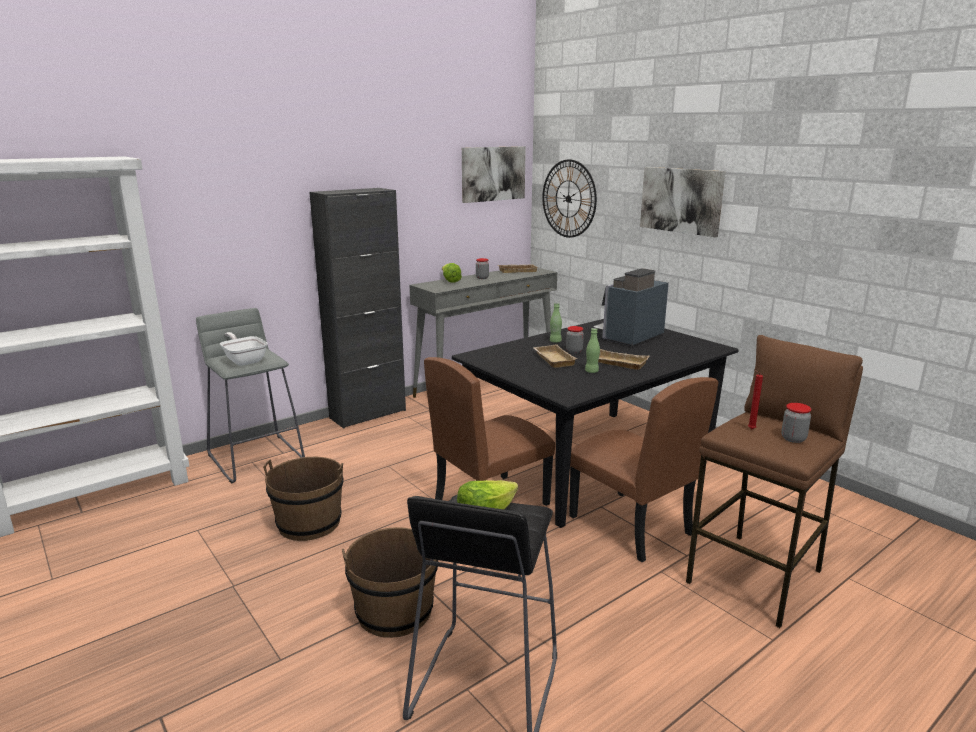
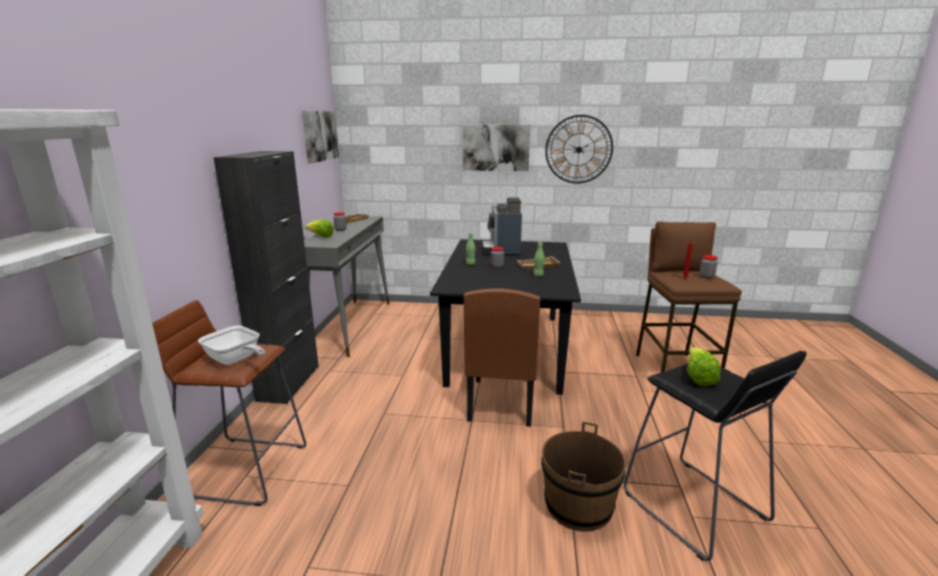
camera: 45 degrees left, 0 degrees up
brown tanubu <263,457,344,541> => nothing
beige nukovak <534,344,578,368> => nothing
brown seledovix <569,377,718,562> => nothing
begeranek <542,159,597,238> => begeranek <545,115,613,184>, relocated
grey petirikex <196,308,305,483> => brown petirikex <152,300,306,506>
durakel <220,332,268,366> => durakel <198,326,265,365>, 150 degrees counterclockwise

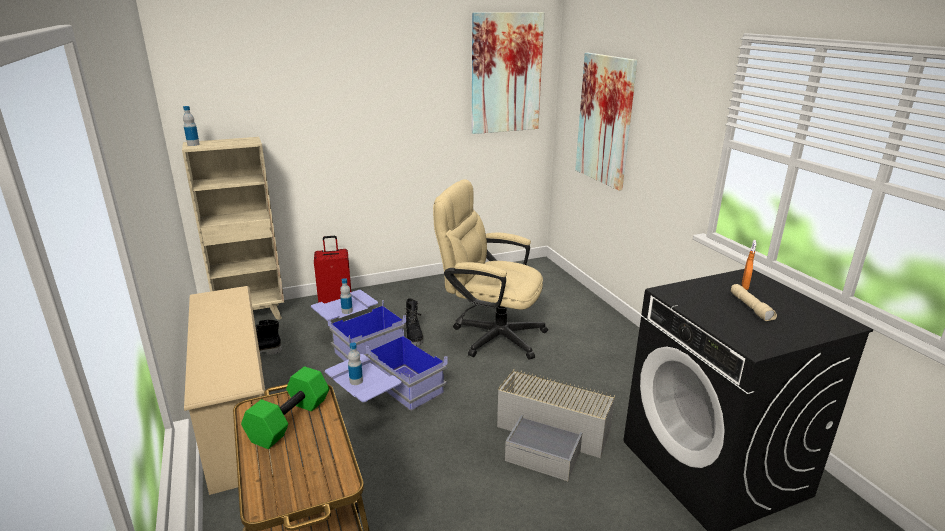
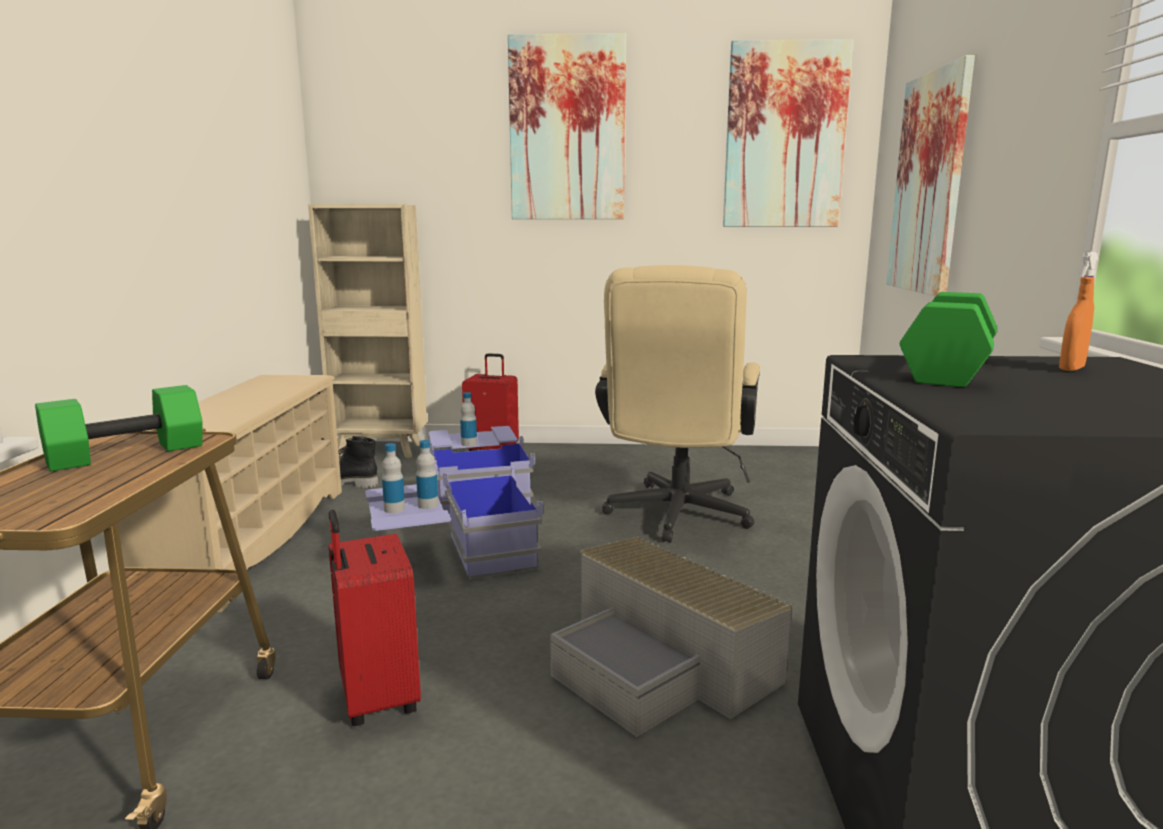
camera: 25 degrees right, 10 degrees down
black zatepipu <405,298,423,346> => nothing
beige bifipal <731,284,777,321> => nothing
nothing => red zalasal <328,509,421,726>
nothing => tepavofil <508,33,626,219>
nothing => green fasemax <900,292,997,387>
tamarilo <183,106,200,146> => tamarilo <416,440,438,509>, relocated
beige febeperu <433,179,548,360> => beige febeperu <595,265,760,542>, 120 degrees counterclockwise

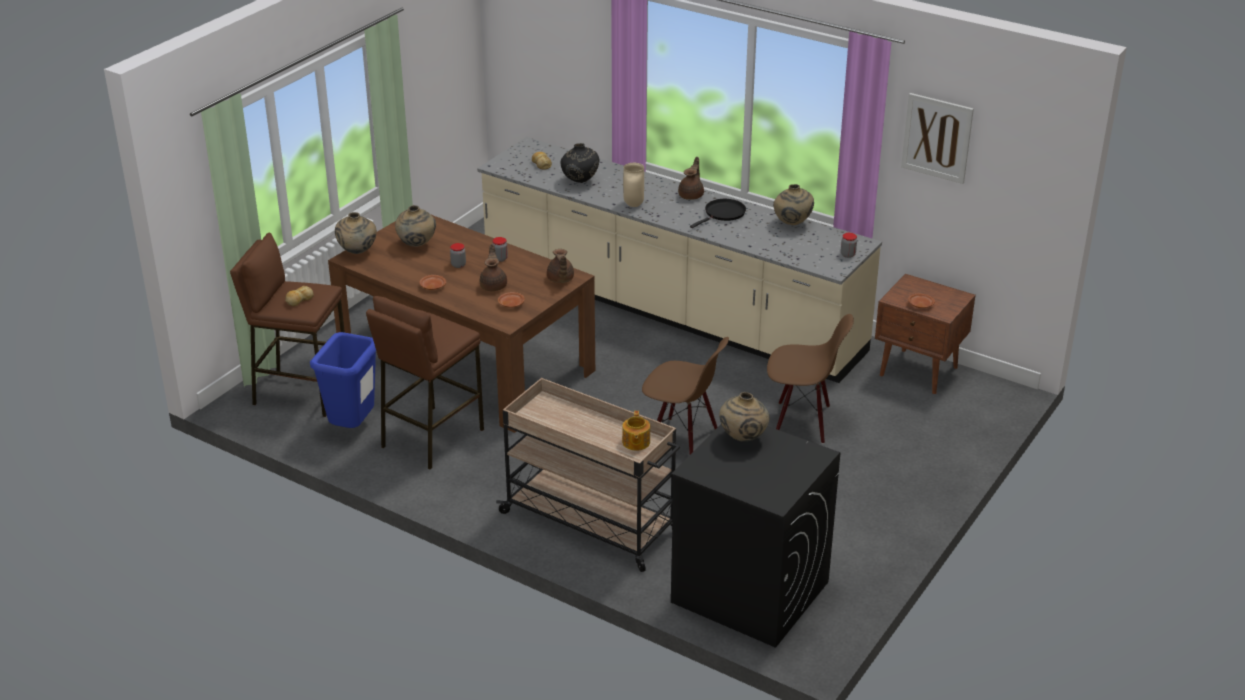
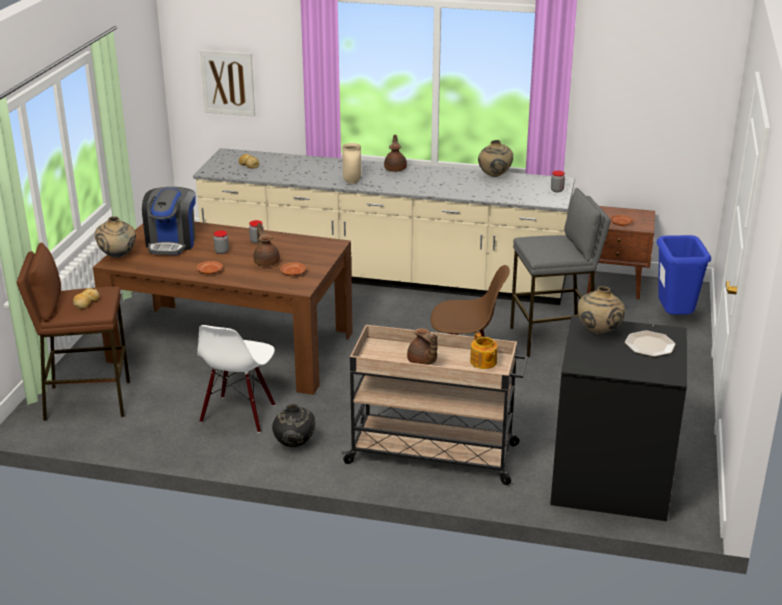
camera: 20 degrees left, 5 degrees down
black durakel <690,199,746,228> => nothing
nothing => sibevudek <625,331,676,357>
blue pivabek <310,332,376,428> => blue pivabek <657,235,711,315>, relocated
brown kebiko <547,249,574,283> => brown kebiko <407,328,437,365>, relocated
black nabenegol <561,143,599,183> => black nabenegol <272,404,315,447>, relocated
tepavofil <901,93,974,184> => tepavofil <200,50,255,116>, relocated
brown petirikex <366,296,484,469> => white seledovix <197,325,276,433>
beige nabenegol <395,205,436,247> => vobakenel <142,187,195,255>
brown seledovix <767,314,854,444> => grey petirikex <510,188,611,357>

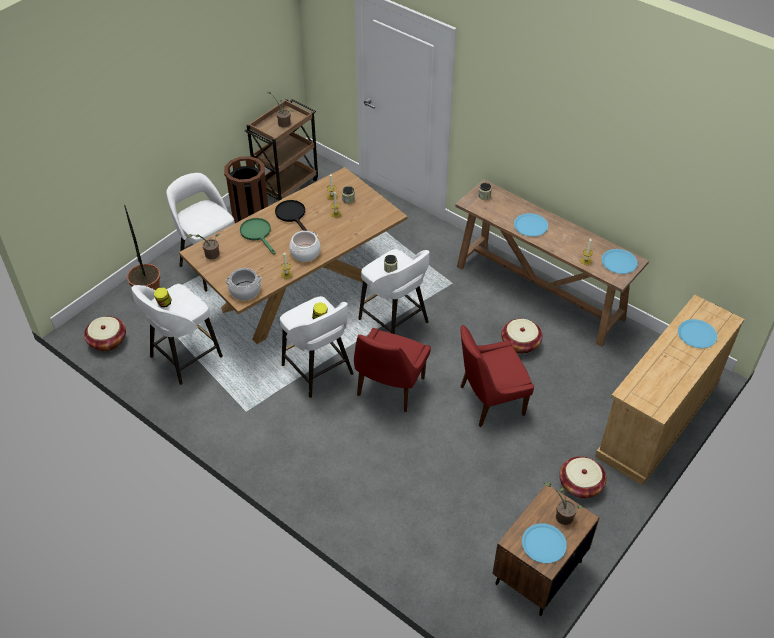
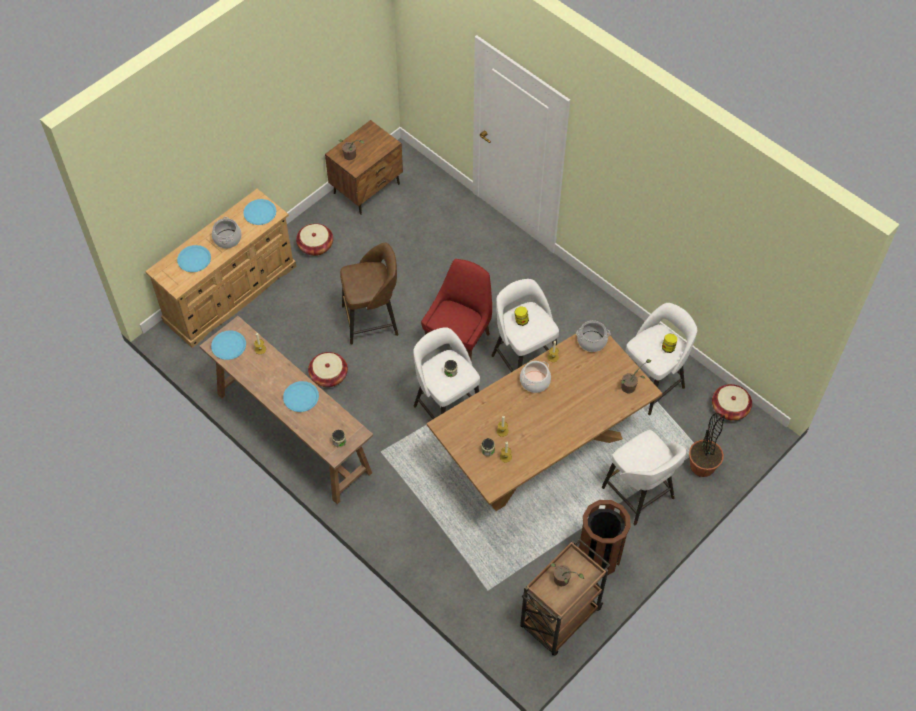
camera: 175 degrees left, 10 degrees up
green durakel <240,218,276,254> => nothing
black durakel <275,200,307,231> => nothing
nothing => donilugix <212,217,242,249>
blue sibevudek <522,523,567,563> => blue sibevudek <243,199,276,225>, relocated
red seledovix <461,325,534,427> => brown petirikex <340,243,398,345>

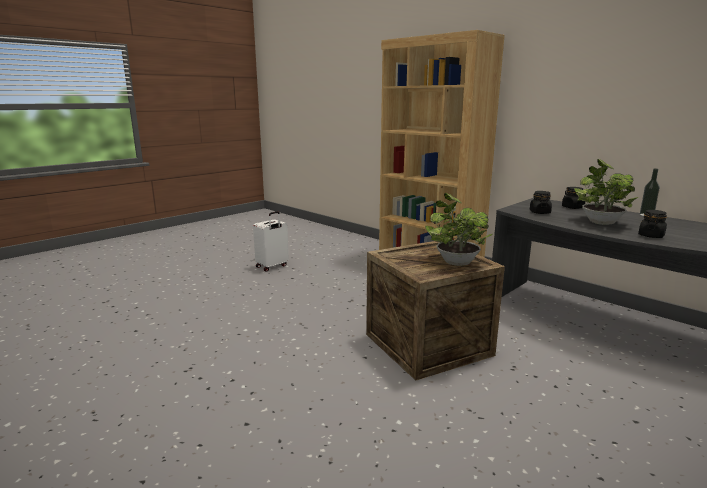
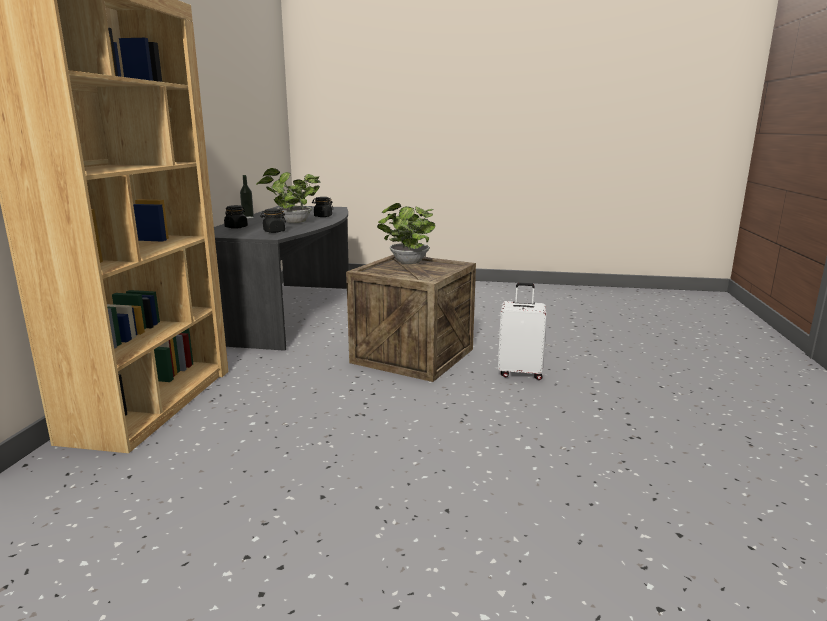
camera: 125 degrees left, 0 degrees up
white zalasal <253,211,289,272> => white zalasal <498,283,546,380>, relocated

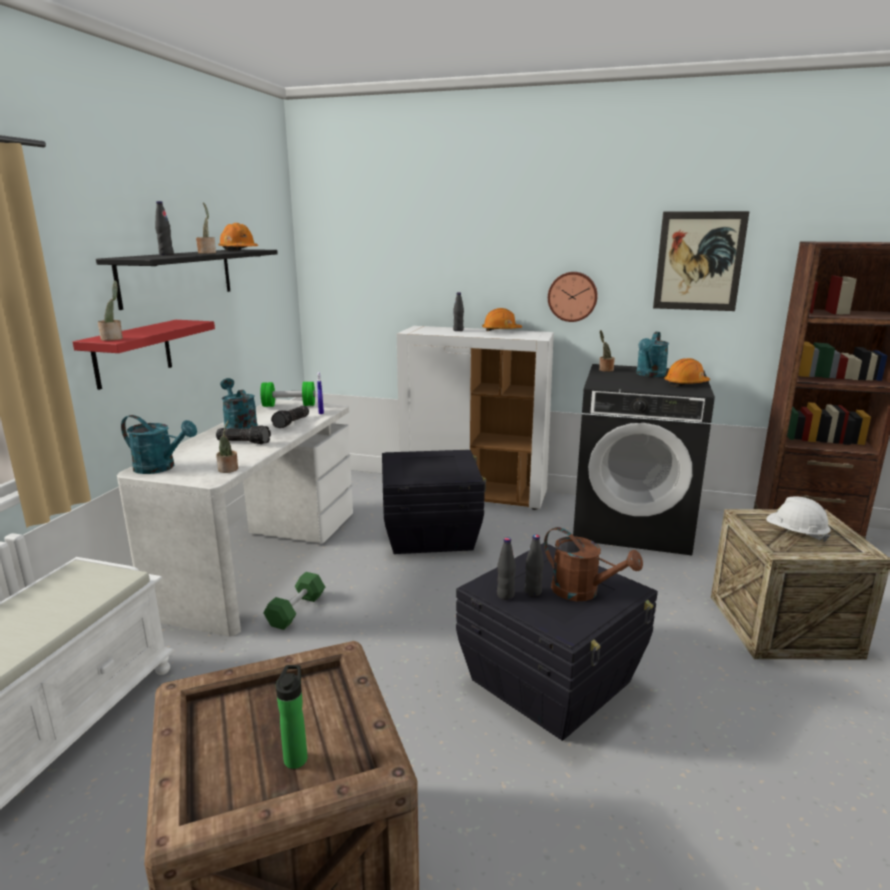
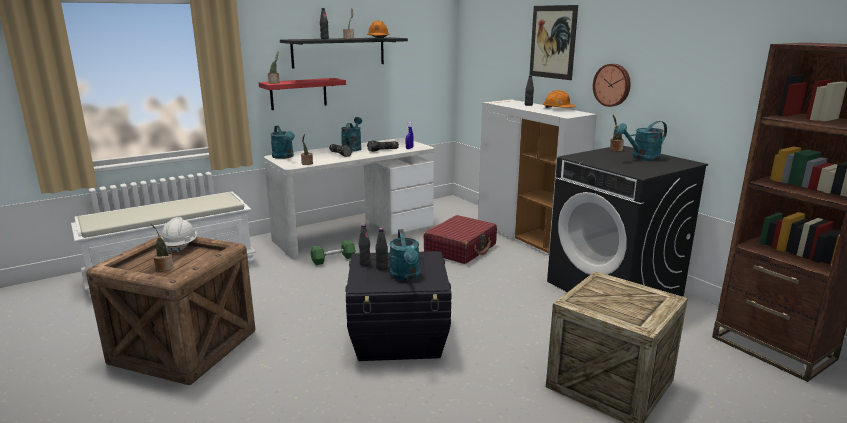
camera: 40 degrees right, 0 degrees up
green fasemax <261,382,315,407> => nothing
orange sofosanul <664,358,710,386> => nothing
tepavofil <653,211,750,311> => tepavofil <529,5,578,80>, relocated
white sofosanul <766,496,831,542> => white sofosanul <161,217,197,254>, relocated
tamarilo <276,665,307,769> => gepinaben <151,224,174,272>
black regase <382,450,487,554> => red zalasal <424,215,497,264>
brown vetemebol <544,527,643,601> => turquoise vetemebol <389,229,420,281>

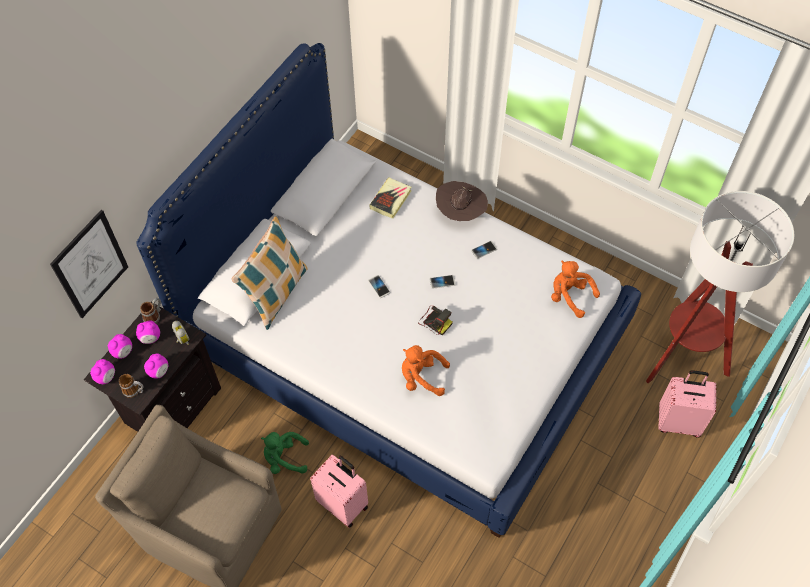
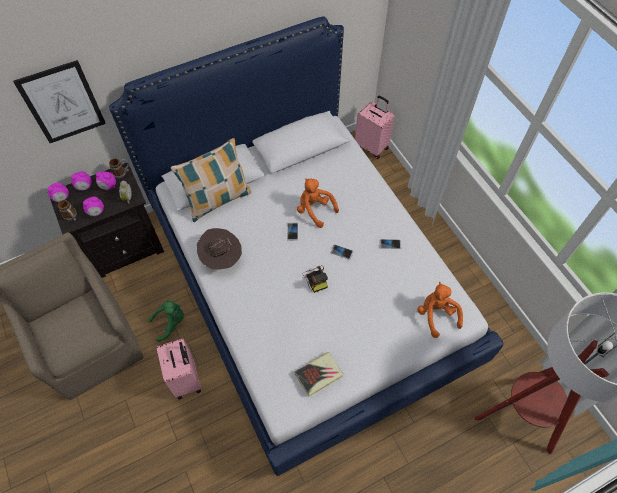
camera: 30 degrees right, 0 degrees up
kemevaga <369,178,412,219> => kemevaga <294,352,344,396>, relocated
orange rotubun <402,345,450,396> => orange rotubun <297,178,339,228>, relocated
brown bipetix <436,181,488,221> => brown bipetix <197,228,242,269>, relocated
pink zalasal <658,370,716,438> => pink zalasal <355,96,395,159>, relocated
green rotubun <261,432,309,474> => green rotubun <148,300,184,342>, 120 degrees clockwise

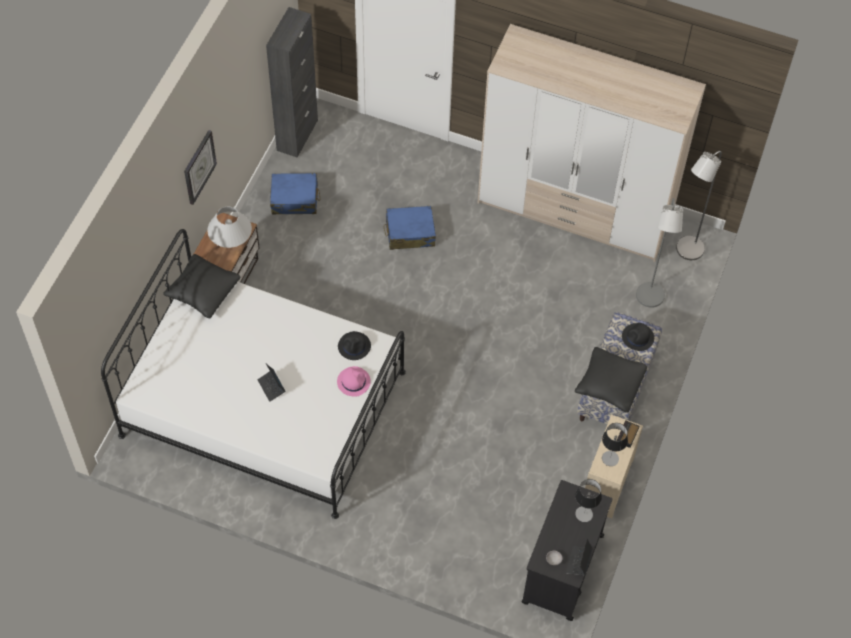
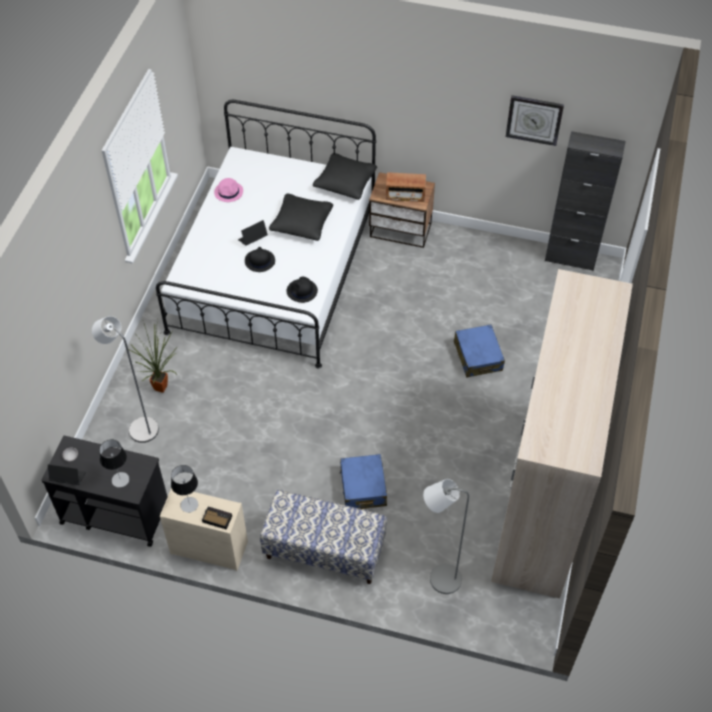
camera: 85 degrees right, 5 degrees down
nothing => gepinaben <128,320,177,393>
begeranek <184,130,217,205> => begeranek <506,95,564,146>, relocated
blue zalasal <270,173,320,214> => blue zalasal <339,454,387,509>, relocated
pink bipetix <337,366,371,397> => pink bipetix <214,178,243,202>, relocated
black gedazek <575,347,647,412> => black gedazek <269,194,333,241>, relocated
black bipetix <622,323,654,351> => black bipetix <245,247,275,272>, relocated
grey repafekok <676,151,722,260> => grey repafekok <92,316,159,443>, relocated
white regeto <208,206,252,248> => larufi <386,172,426,202>

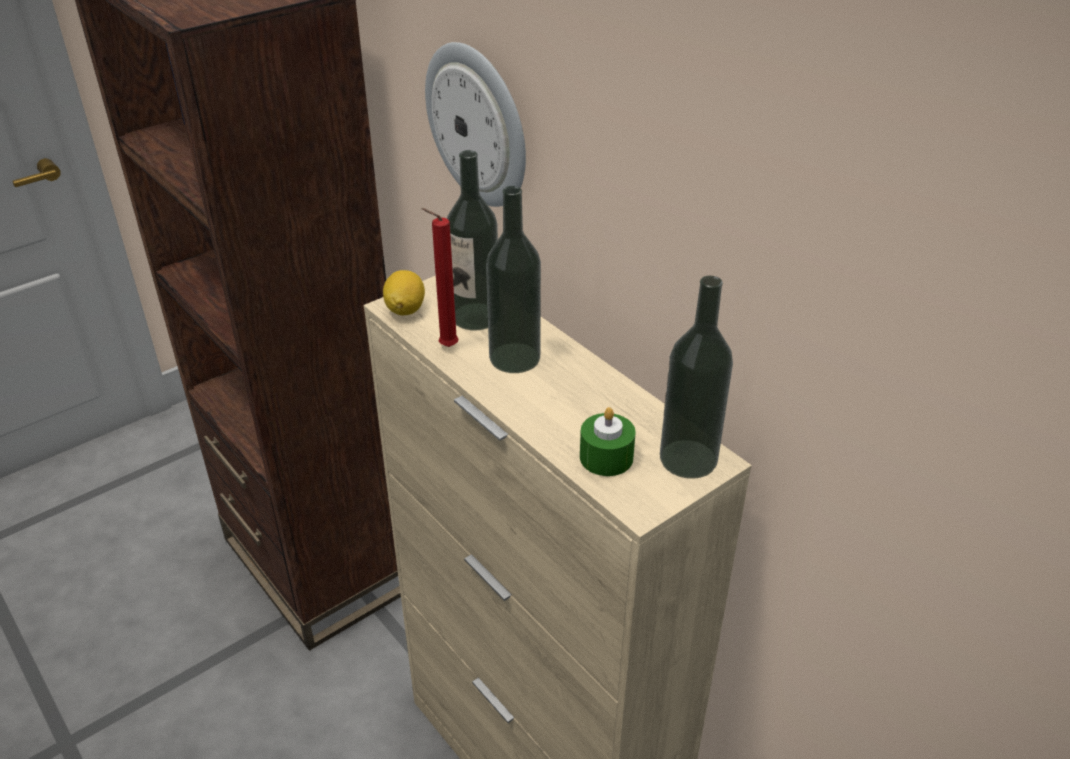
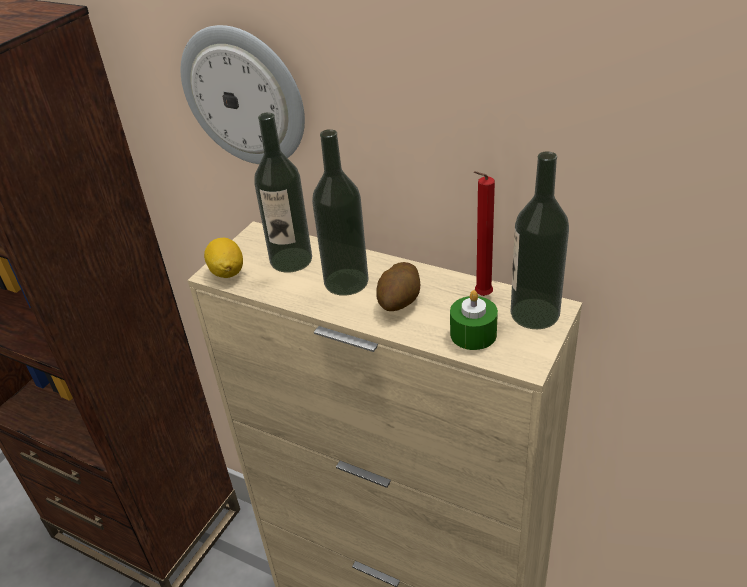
camera: 20 degrees left, 0 degrees up
nothing => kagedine <376,262,420,311>
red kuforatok <421,208,458,347> => red kuforatok <474,171,495,296>, relocated

